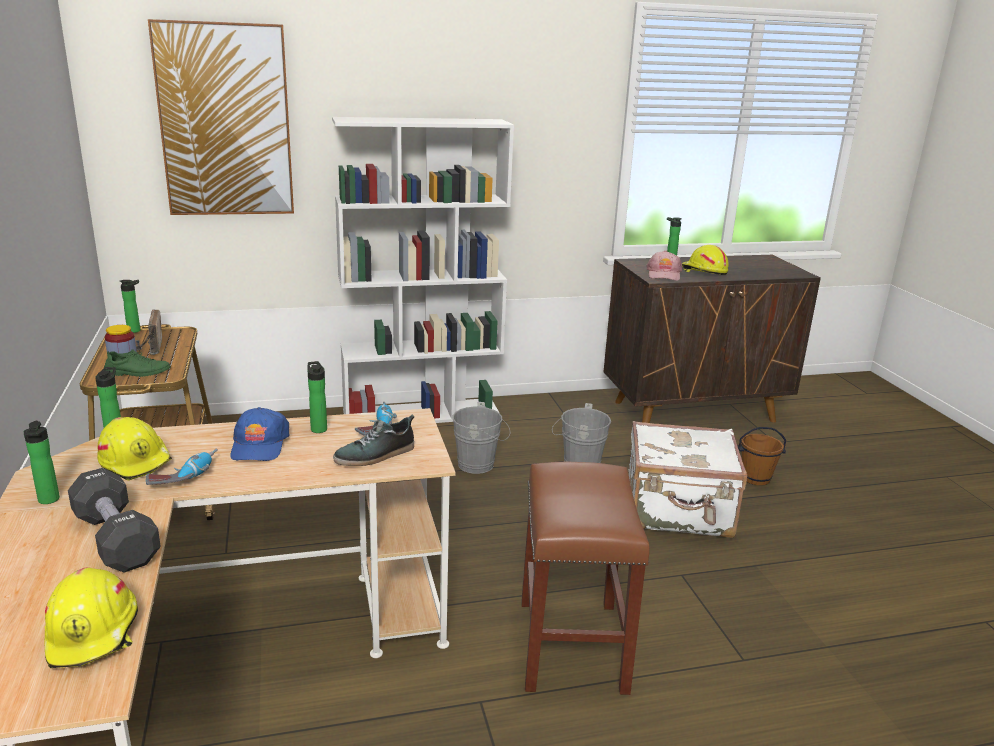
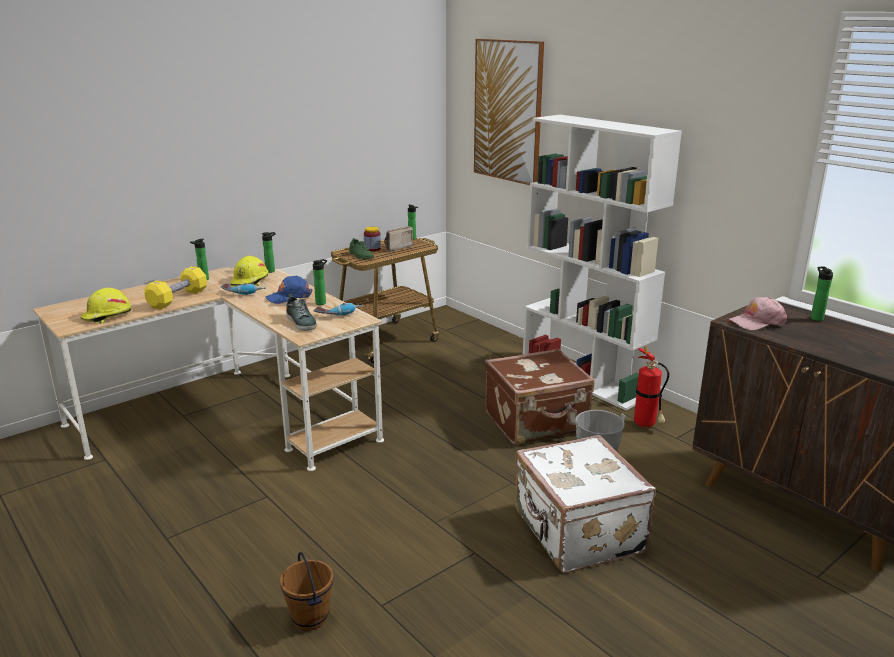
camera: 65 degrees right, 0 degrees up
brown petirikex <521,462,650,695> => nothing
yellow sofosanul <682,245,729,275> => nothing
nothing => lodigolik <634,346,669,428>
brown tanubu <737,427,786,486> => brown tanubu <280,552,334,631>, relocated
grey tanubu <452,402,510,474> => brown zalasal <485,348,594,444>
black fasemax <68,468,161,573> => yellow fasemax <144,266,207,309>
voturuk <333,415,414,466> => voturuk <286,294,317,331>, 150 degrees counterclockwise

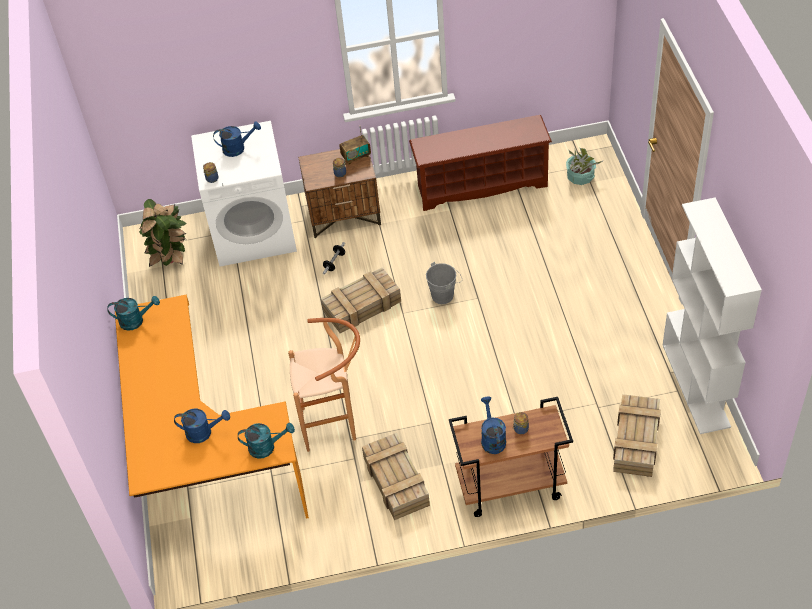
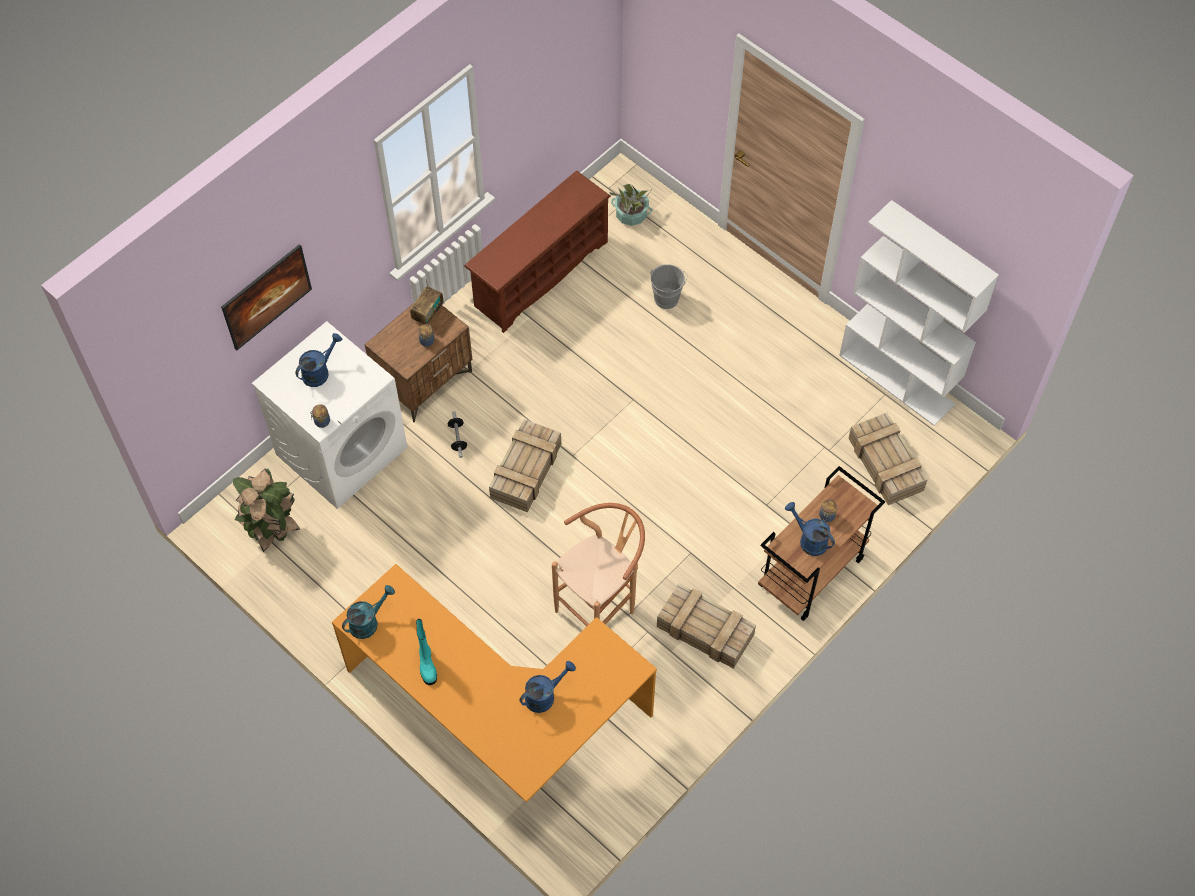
camera: 40 degrees left, 10 degrees up
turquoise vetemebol <238,423,295,459> => nothing
nothing => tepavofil <221,244,312,350>
nothing => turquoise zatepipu <416,619,437,685>
grey tanubu <426,262,462,304> => grey tanubu <650,264,688,309>, relocated

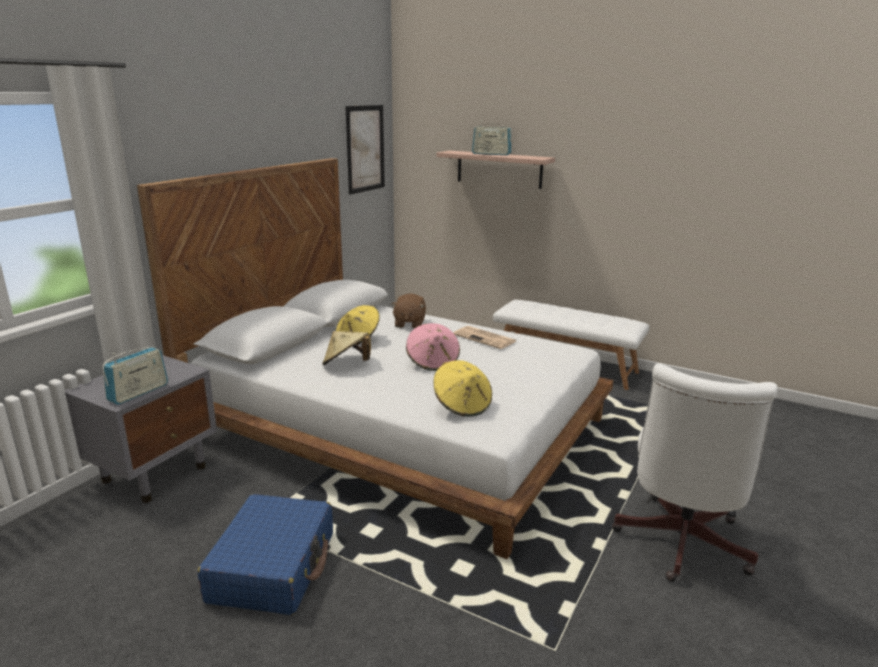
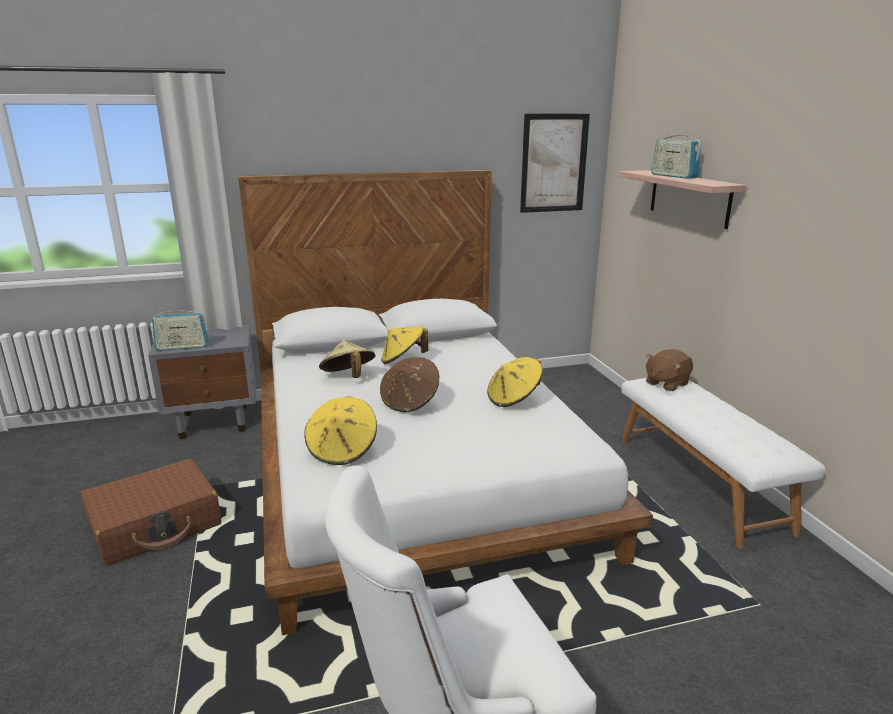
camera: 45 degrees right, 0 degrees up
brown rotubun <391,293,426,328> => brown rotubun <646,349,693,391>, relocated
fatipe <453,326,516,349> => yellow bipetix <487,357,542,407>
blue zalasal <198,494,333,615> => brown zalasal <81,459,222,565>
pink bipetix <406,323,460,371> => brown bipetix <380,357,439,412>

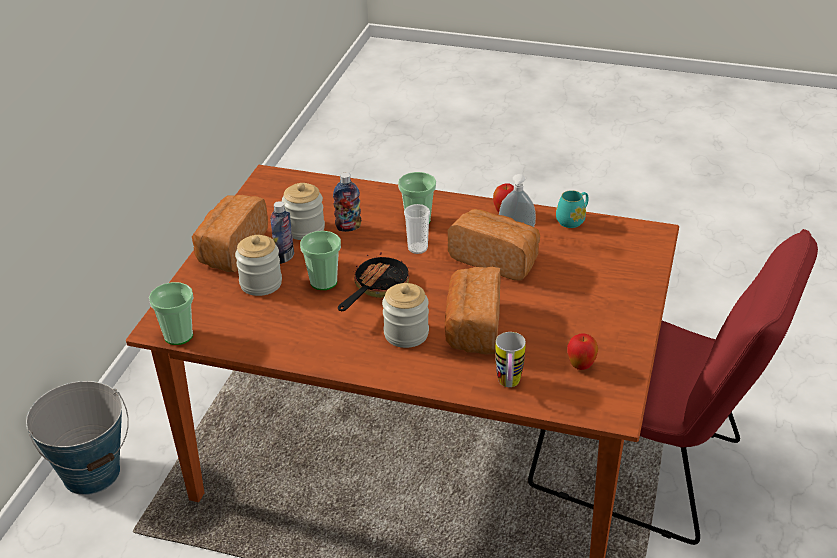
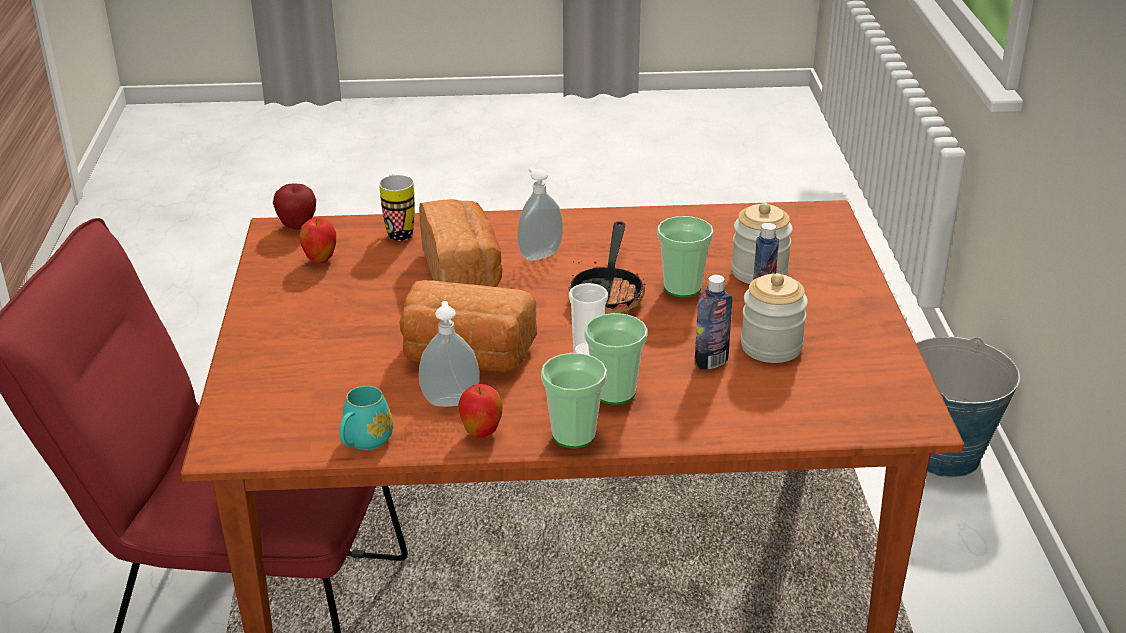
camera: 160 degrees right, 5 degrees down
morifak <192,195,268,272> => nothing
nothing => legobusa <273,183,316,229>
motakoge <149,282,193,345> => motakoge <541,353,607,449>, relocated
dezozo <382,283,429,348> => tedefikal <517,167,563,261>

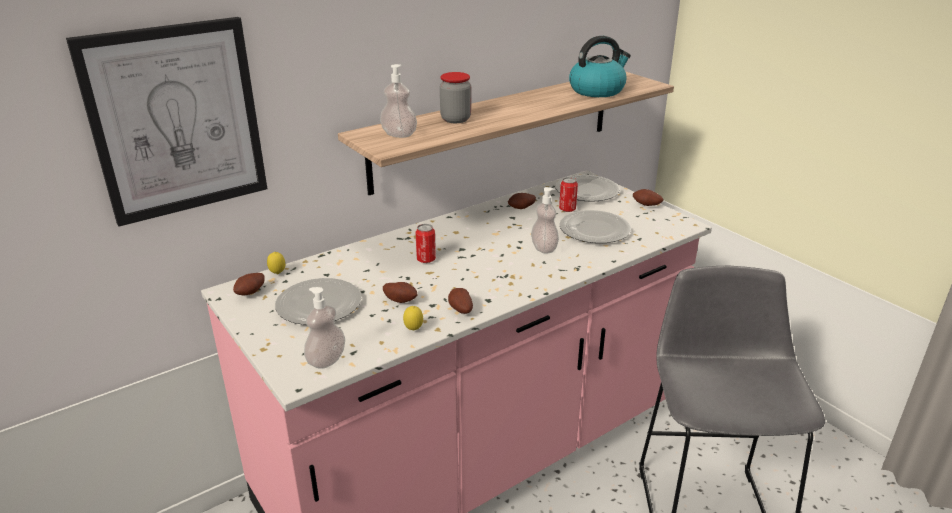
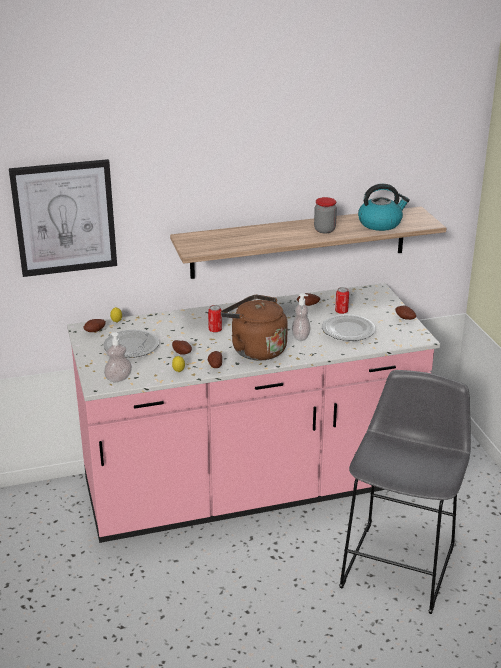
camera: 20 degrees right, 0 degrees up
tedefikal <380,64,417,138> => nothing
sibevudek <556,175,620,202> => nothing
nothing => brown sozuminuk <221,295,288,361>
dezozo <440,72,471,123> => dezozo <314,197,337,233>, relocated

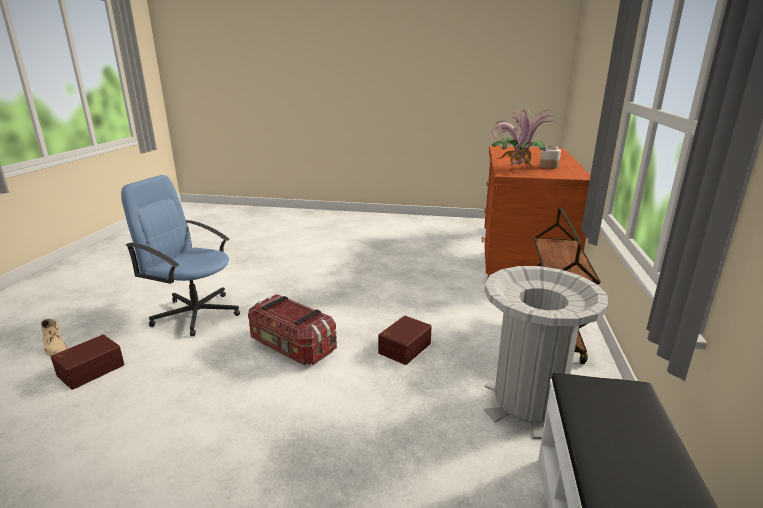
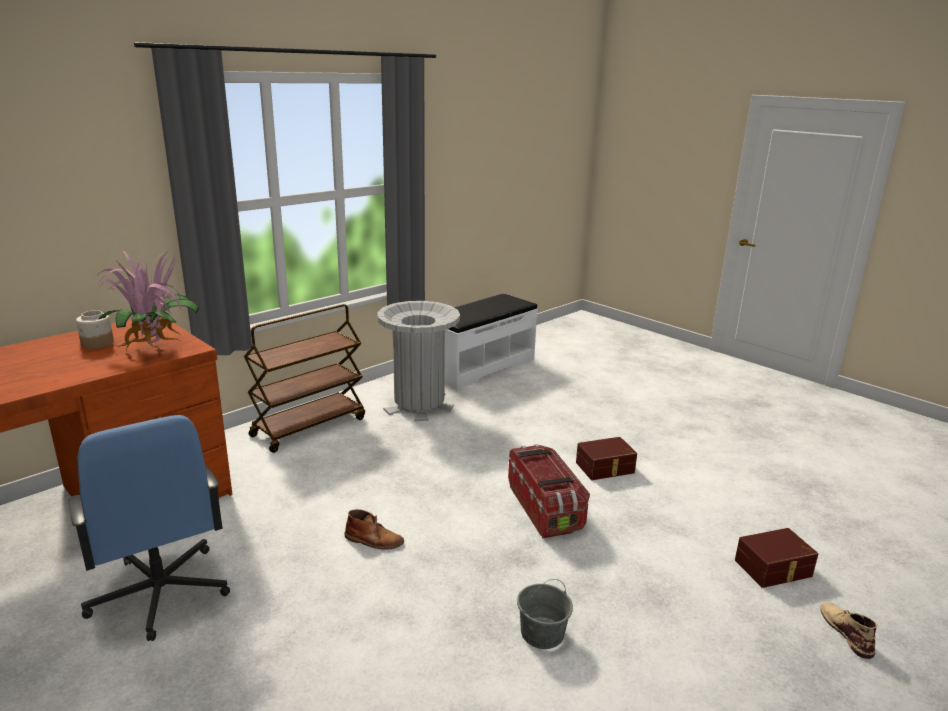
camera: 145 degrees left, 0 degrees up
nothing => brown zatepipu <344,509,404,550>
nothing => grey tanubu <517,579,573,649>
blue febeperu <121,175,240,336> => blue febeperu <68,415,230,641>, relocated
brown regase <378,316,432,365> => brown regase <576,437,637,480>, relocated

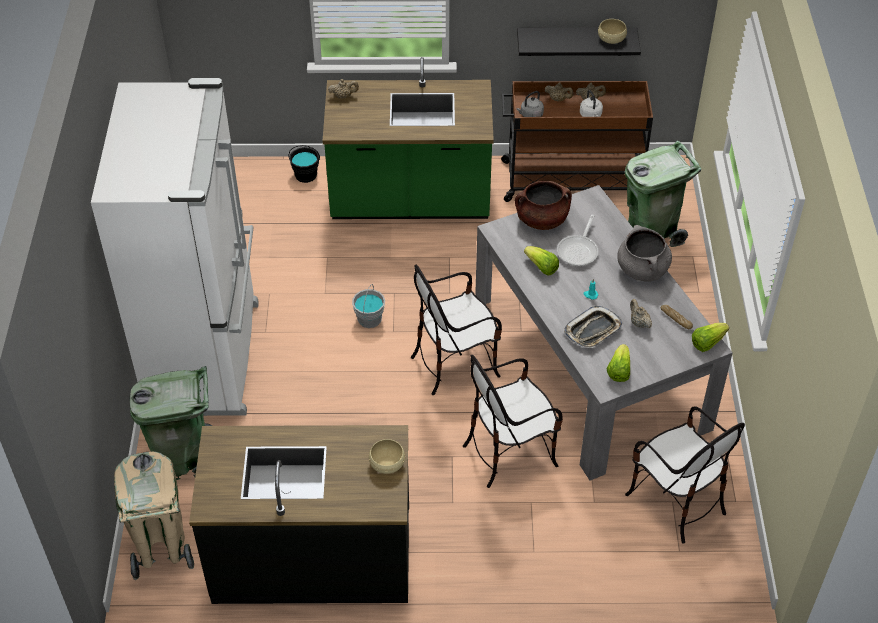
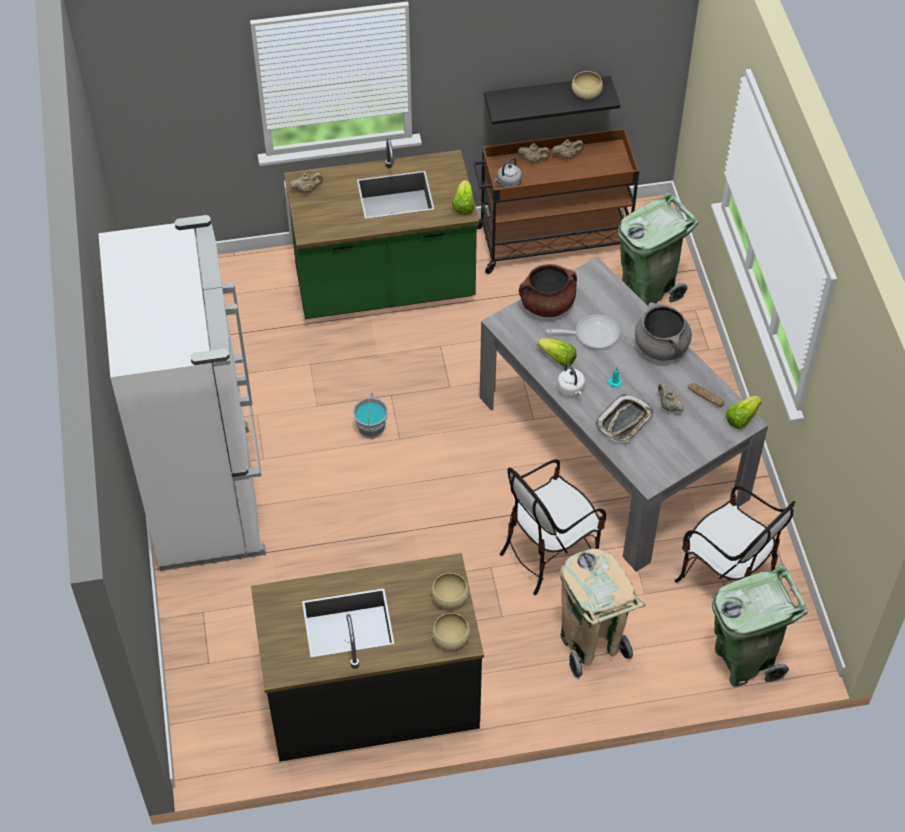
camera: 10 degrees left, 5 degrees up
black tanubu <288,145,320,183> => nothing
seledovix <411,264,502,395> => nothing
nothing => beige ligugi <432,613,470,650>
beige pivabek <114,451,194,580> => beige pivabek <559,548,645,679>, relocated
green pivabek <130,366,212,480> => green pivabek <712,564,808,687>, relocated
white sozuminuk <580,90,603,117> => white sozuminuk <557,363,585,396>, relocated
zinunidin <607,344,630,382> => zinunidin <452,180,474,215>, relocated
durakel <557,215,599,266> => durakel <546,314,620,349>, 105 degrees counterclockwise

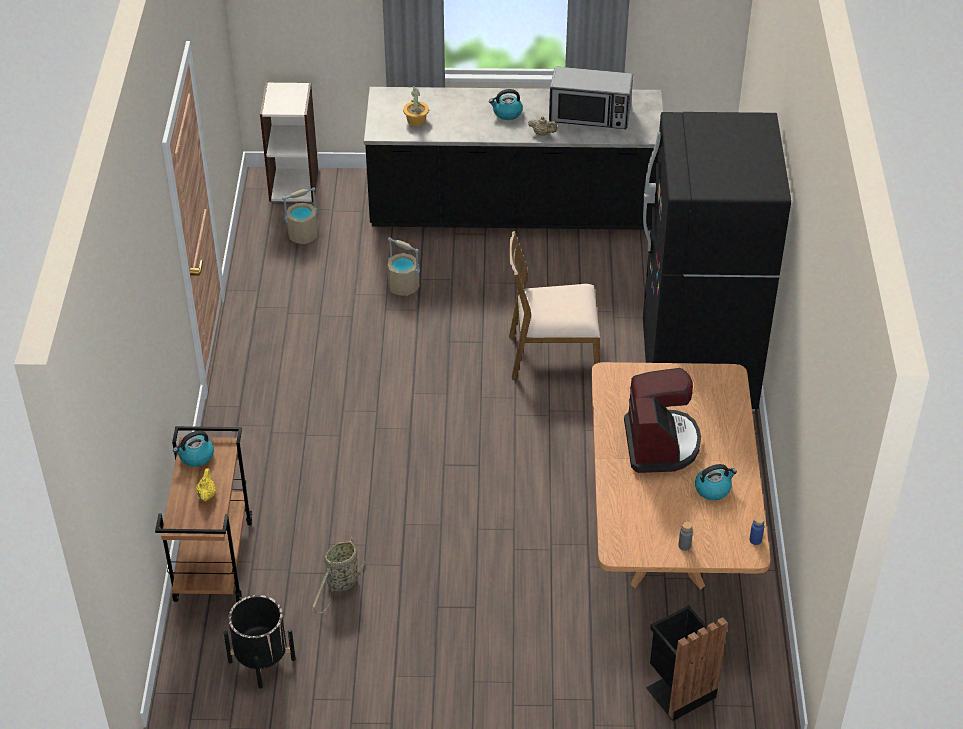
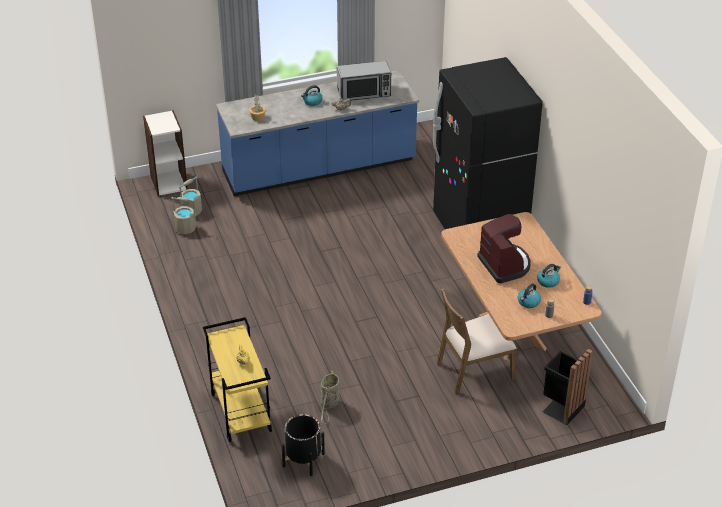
camera: 20 degrees left, 5 degrees down
sozuminuk <173,430,214,467> => sozuminuk <518,283,541,308>, relocated
beige tanubu <387,237,420,296> => beige tanubu <171,197,196,234>, relocated
brown seledovix <509,231,600,379> => brown seledovix <437,288,517,394>, relocated
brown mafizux <155,426,252,603> => yellow mafizux <203,317,272,442>
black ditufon <364,87,663,230> => blue ditufon <216,70,419,196>

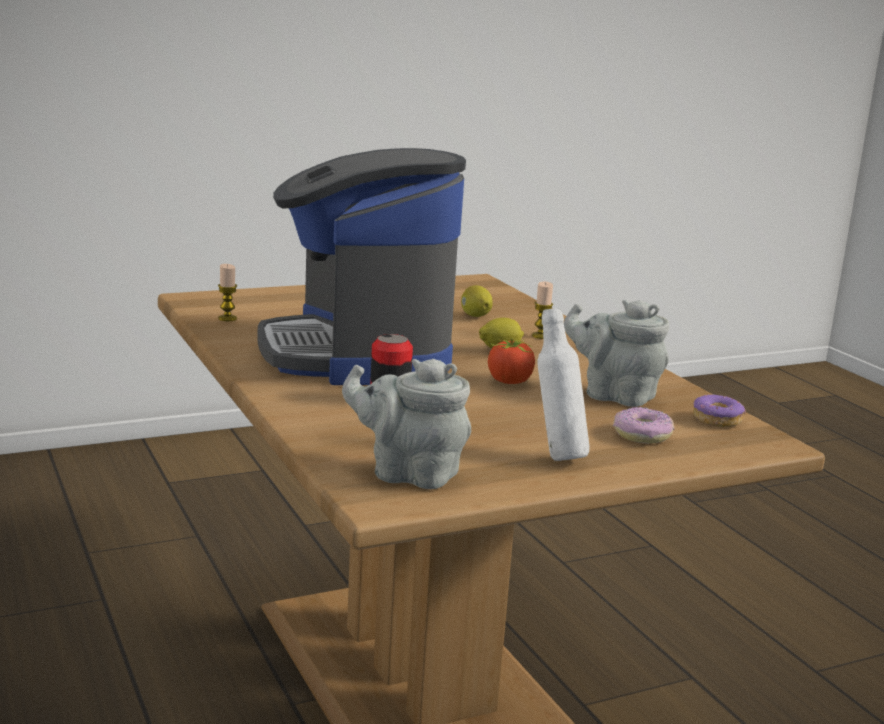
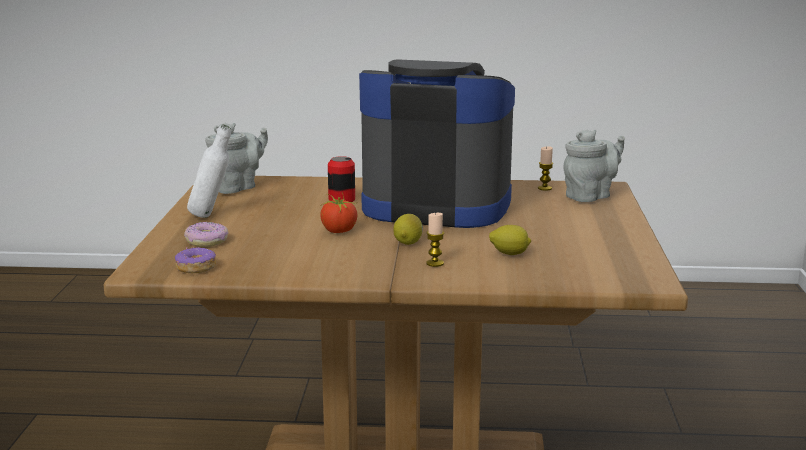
camera: 120 degrees right, 0 degrees up
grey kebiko <564,300,669,407> => grey kebiko <564,129,625,202>, relocated

